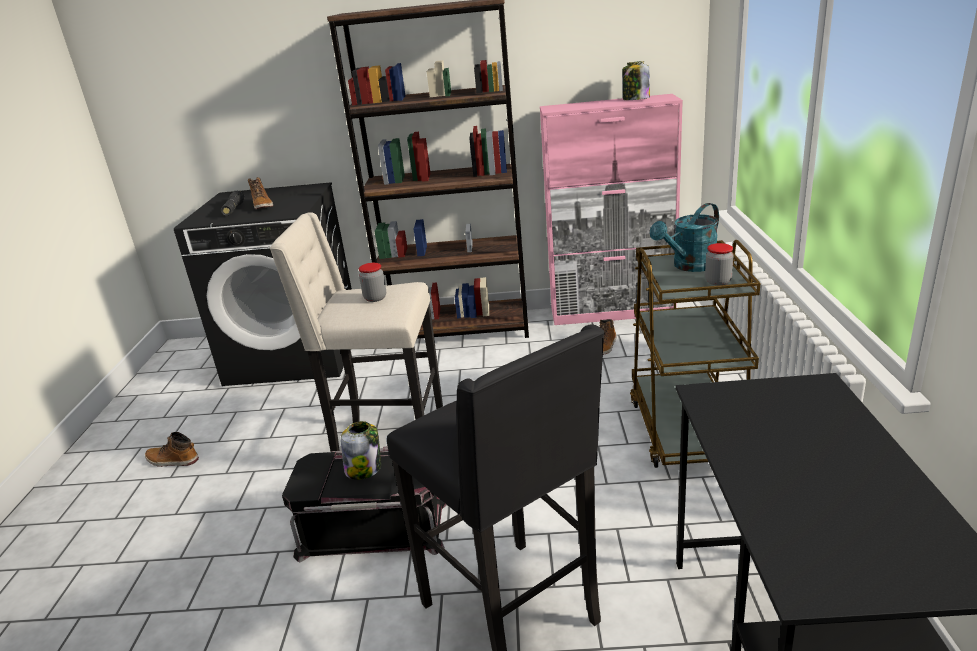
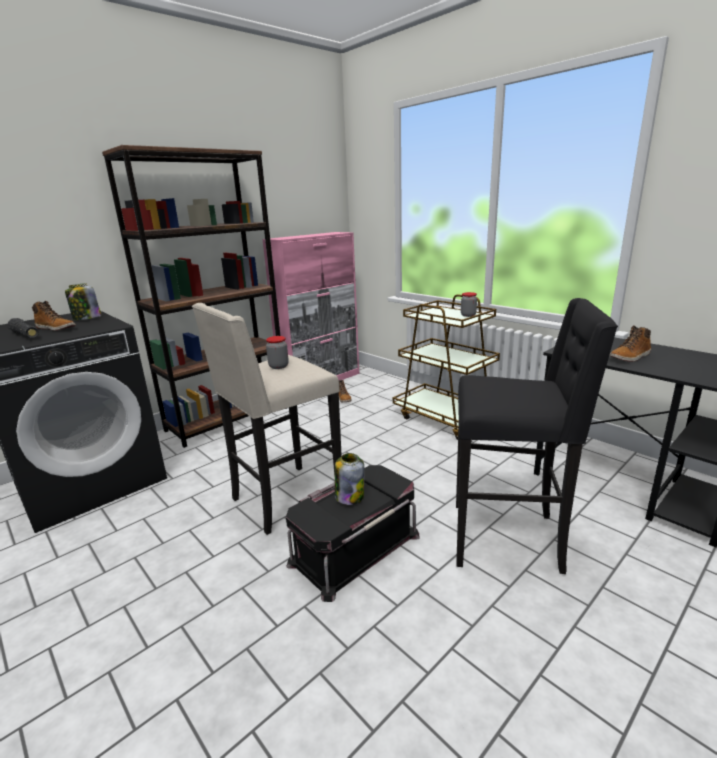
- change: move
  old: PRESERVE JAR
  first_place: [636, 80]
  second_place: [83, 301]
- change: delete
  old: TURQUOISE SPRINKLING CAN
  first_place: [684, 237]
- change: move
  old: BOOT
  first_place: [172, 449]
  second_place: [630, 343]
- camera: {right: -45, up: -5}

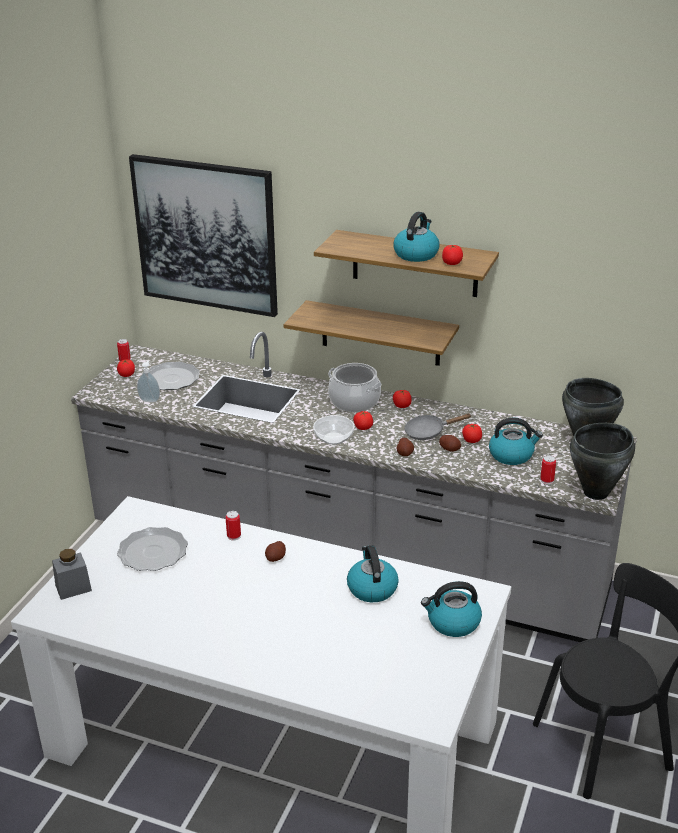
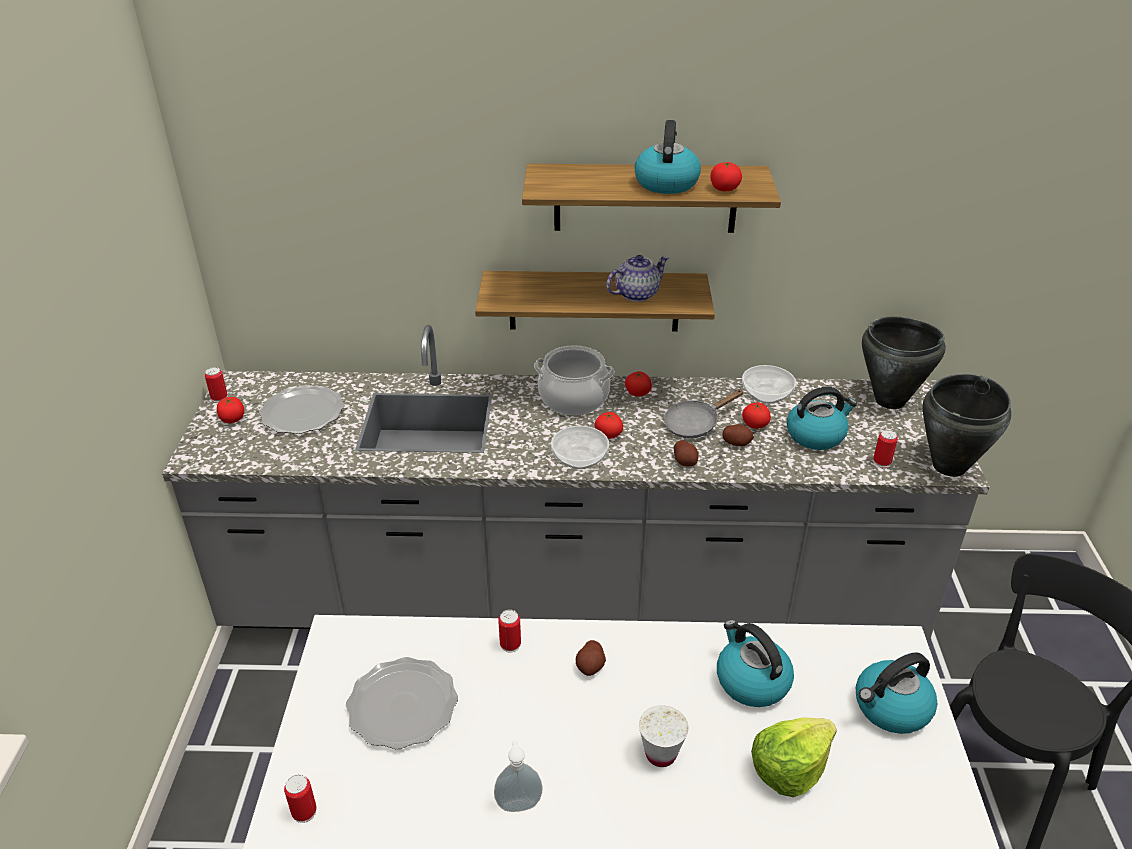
- change: delete
  old: WALL ART
  first_place: [203, 235]
- change: move
  old: SOAP BOTTLE
  first_place: [148, 381]
  second_place: [518, 776]
- change: replace
  old: GREYISH PRESERVE JAR
  new: SEALED CAN
  first_place: [72, 574]
  second_place: [300, 798]
- change: insert
  new: POT FOR TEA
  second_place: [637, 278]
- change: insert
  new: SERVING BOWL
  second_place: [769, 384]
- change: insert
  new: WHITE DRINKING CUP
  second_place: [663, 736]
- change: insert
  new: LETTUCE HEAD
  second_place: [794, 757]
- camera: {right: -20, up: 5}

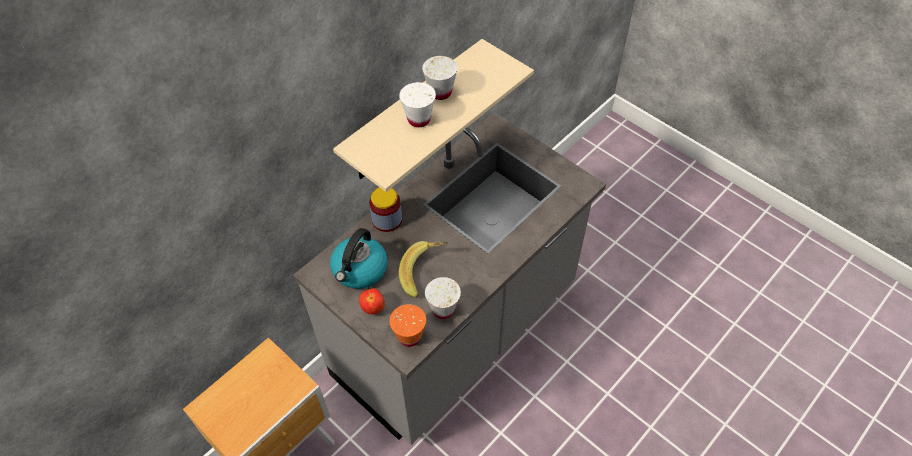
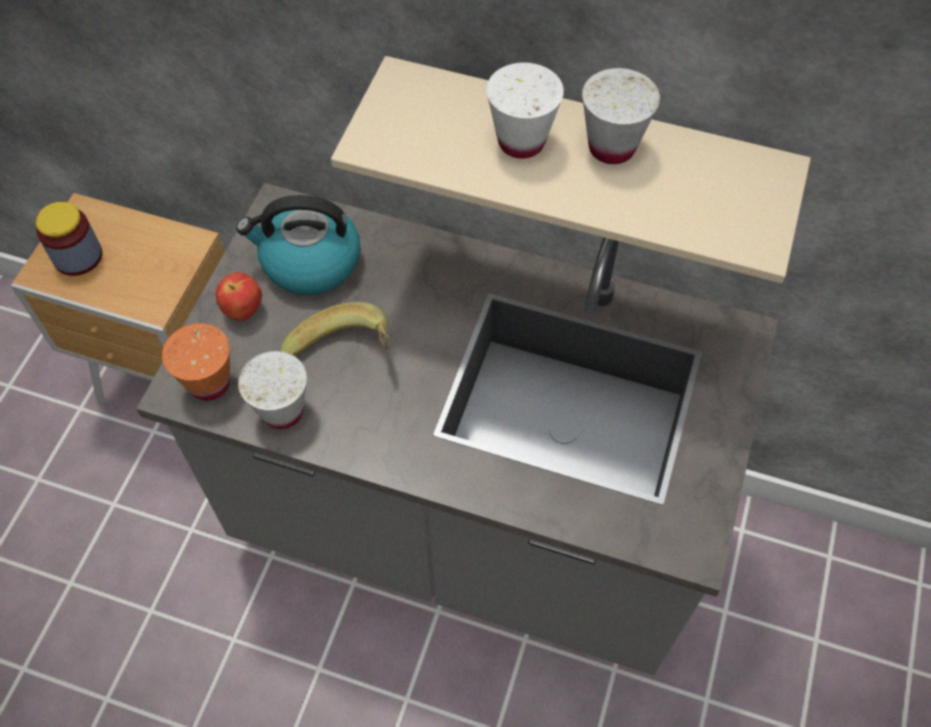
- change: move
  old: PRESERVE JAR
  first_place: [385, 209]
  second_place: [69, 239]
- camera: {right: 65, up: 5}

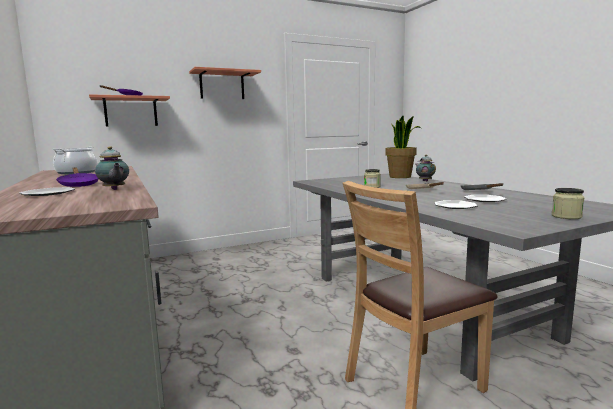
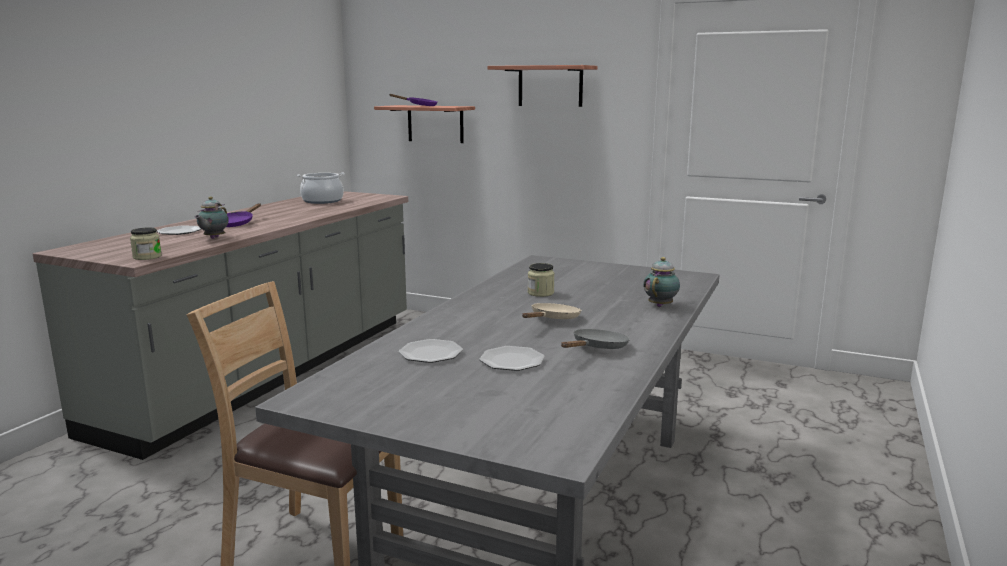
- change: delete
  old: HOUSEPLANT
  first_place: [403, 146]
- change: move
  old: PRESERVE JAR
  first_place: [568, 203]
  second_place: [146, 244]
- camera: {right: 50, up: 5}

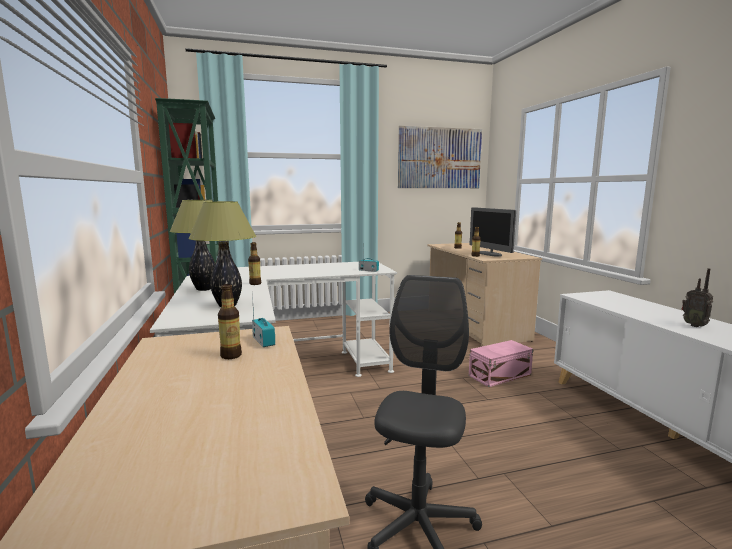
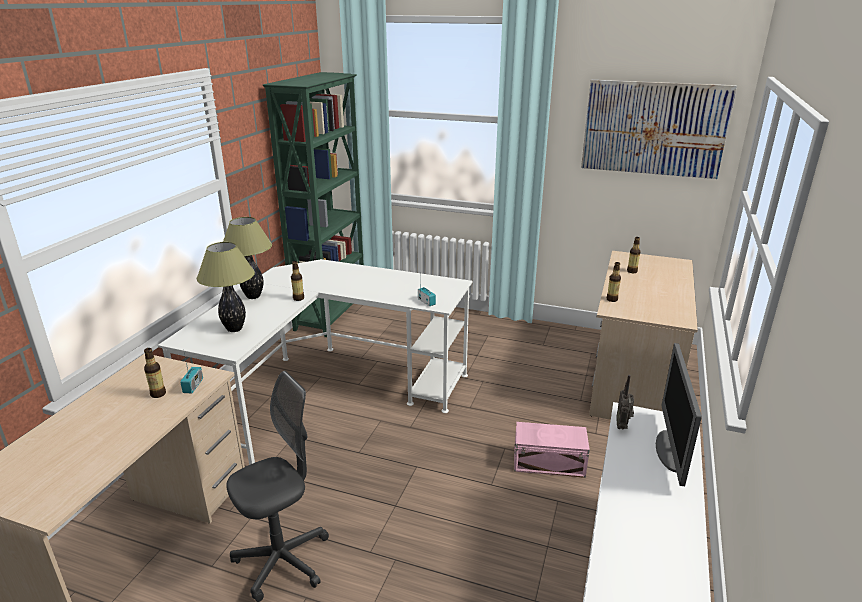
- change: move
  old: COMPUTER DISPLAY
  first_place: [492, 232]
  second_place: [679, 414]
- change: move
  old: RADIO
  first_place: [697, 297]
  second_place: [625, 402]
- camera: {right: 35, up: 15}

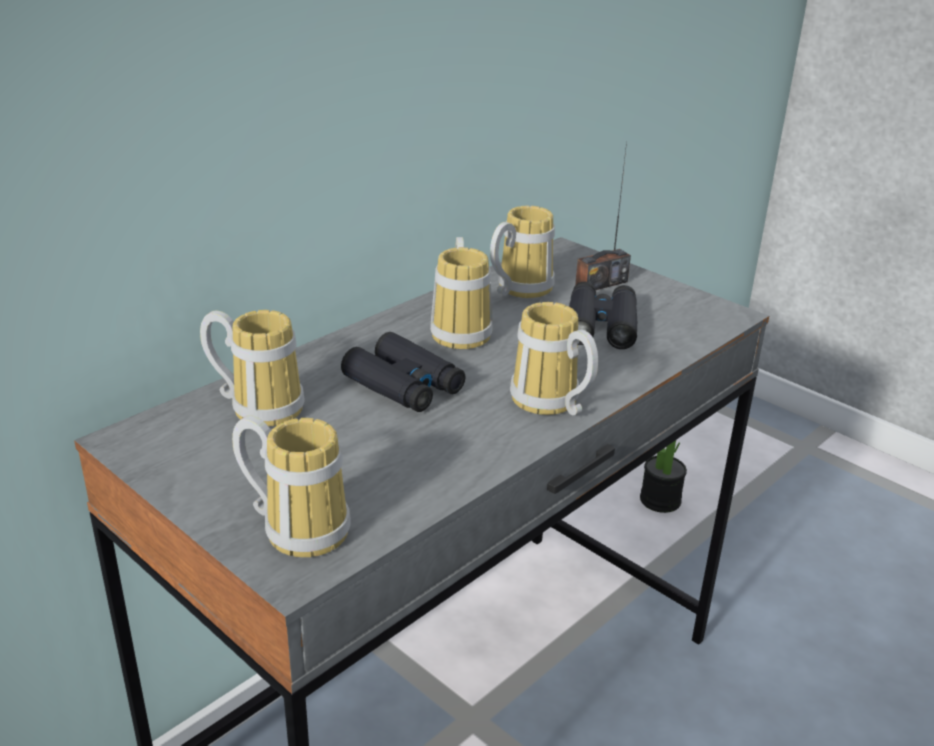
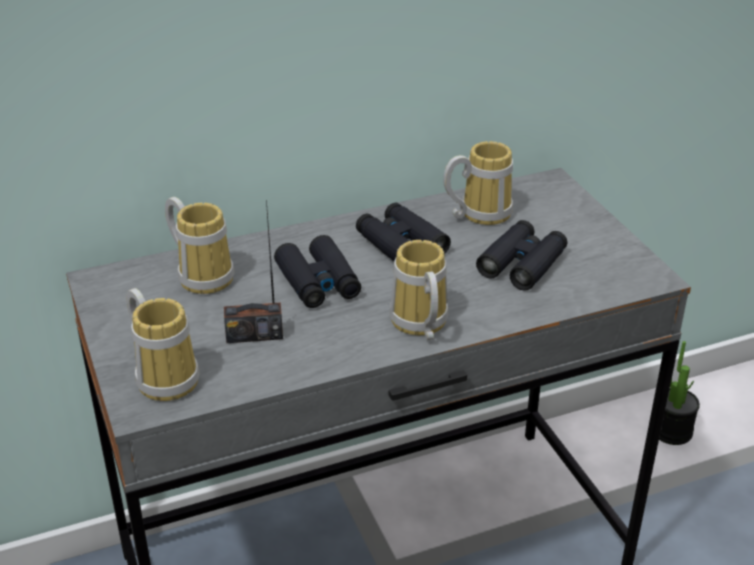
- change: move
  old: RADIO
  first_place: [603, 215]
  second_place: [253, 271]
- change: replace
  old: TEA MUG
  new: BLACKISH PAIR OF BINOCULARS
  first_place: [461, 293]
  second_place: [403, 232]
- camera: {right: 25, up: 5}

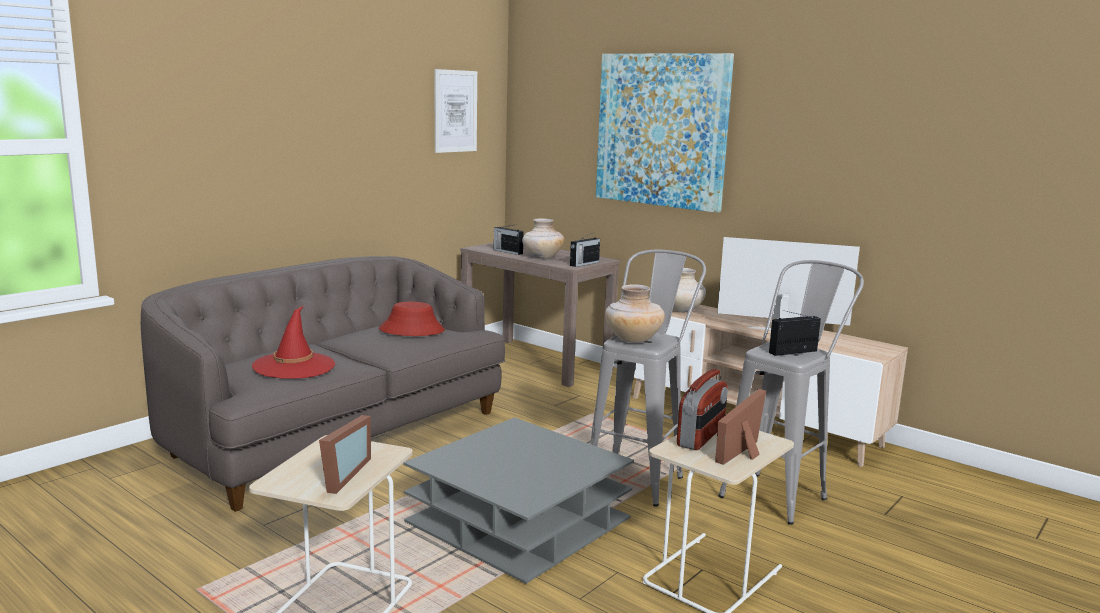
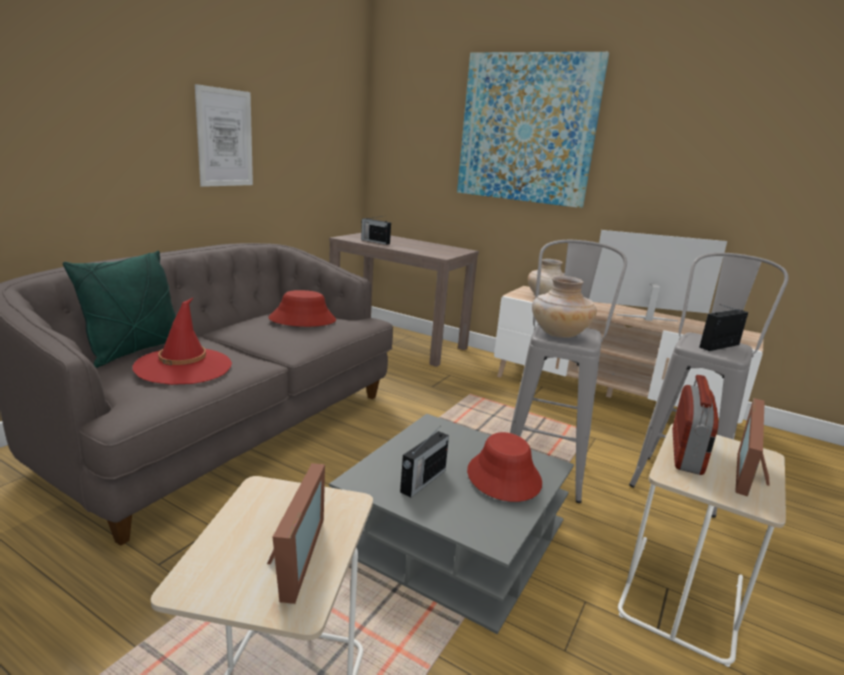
- change: move
  old: WALL ART
  first_place: [455, 111]
  second_place: [224, 135]
- change: delete
  old: SAND-COLOURED VASE
  first_place: [543, 238]
- change: move
  old: RADIO
  first_place: [585, 250]
  second_place: [424, 463]
- change: insert
  new: GREEN-COLOURED THROW PILLOW
  second_place: [119, 309]
- change: insert
  new: REDDISH HAT
  second_place: [504, 467]
- camera: {right: -10, up: 5}

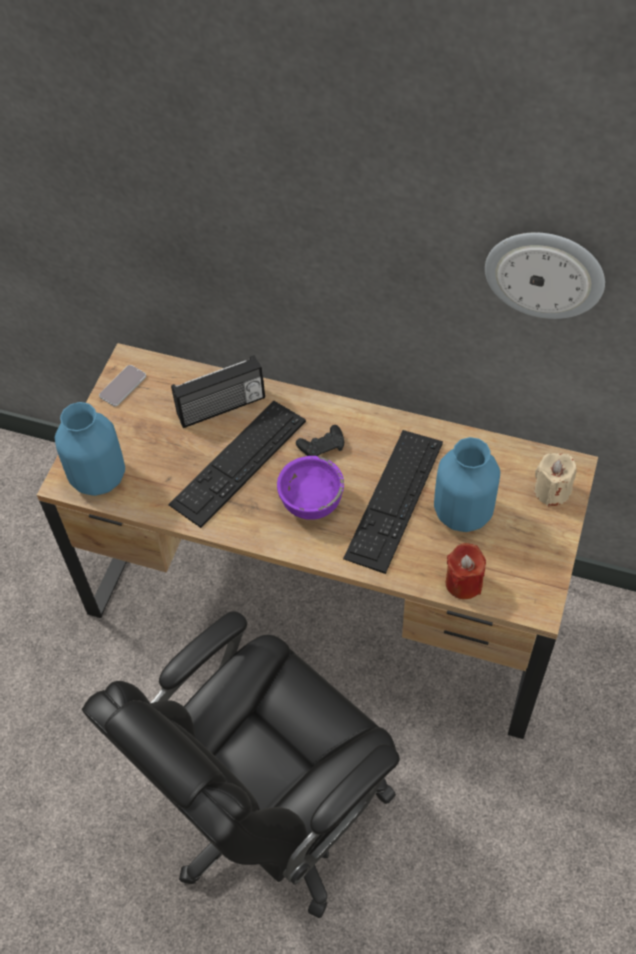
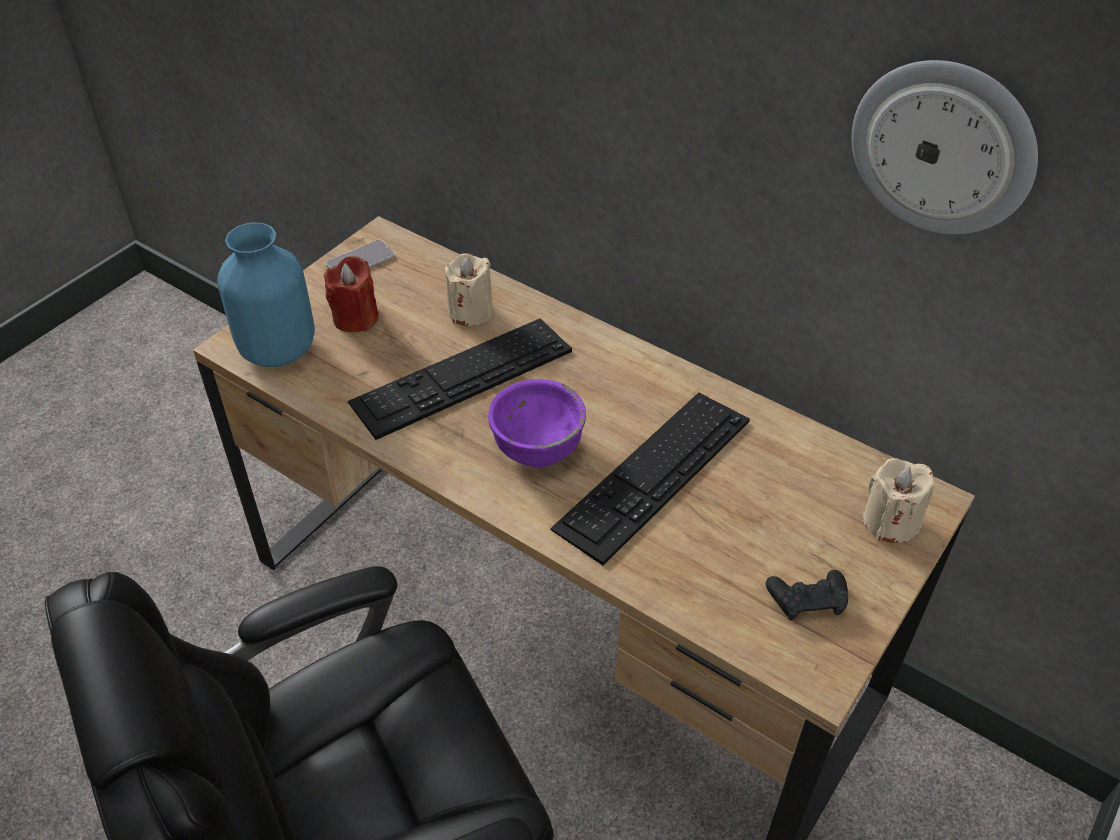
- change: replace
  old: RADIO
  new: SAND-COLOURED WAX LIGHT
  first_place: [218, 391]
  second_place: [469, 289]
- change: move
  old: BLACKISH JOYPAD
  first_place: [320, 440]
  second_place: [807, 595]
- change: delete
  old: BLUE VASE
  first_place: [467, 484]
- change: move
  old: REDDISH WAX LIGHT
  first_place: [466, 571]
  second_place: [351, 294]
- camera: {right: 15, up: -10}

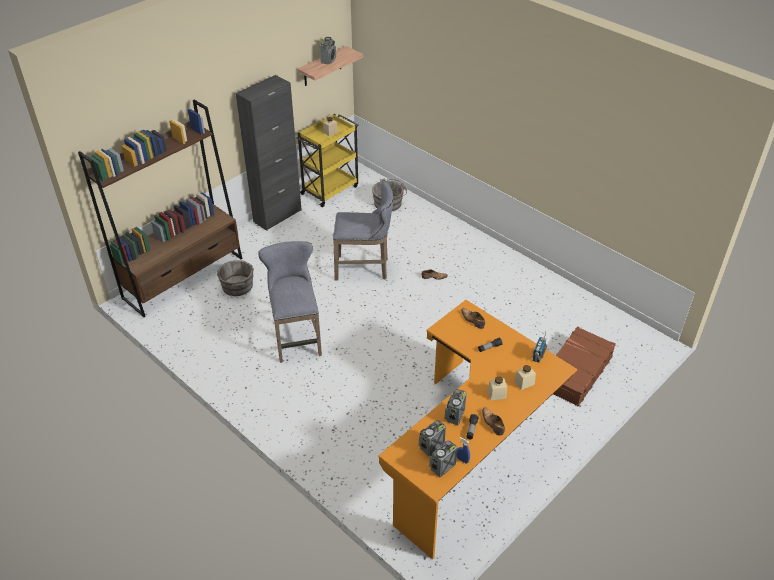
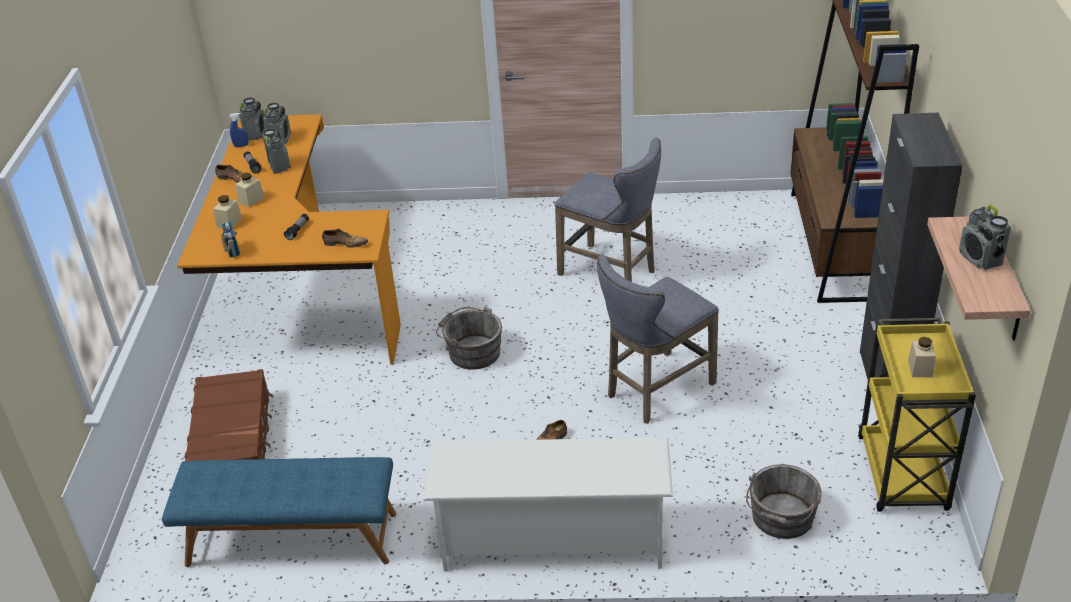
- change: move
  old: GREYISH PAIL
  first_place: [235, 278]
  second_place: [469, 338]
- change: insert
  new: WHITE SHOE STAND
  second_place: [548, 504]
- change: insert
  new: BLUE LONG SEAT
  second_place: [279, 512]
- camera: {right: 140, up: -5}

